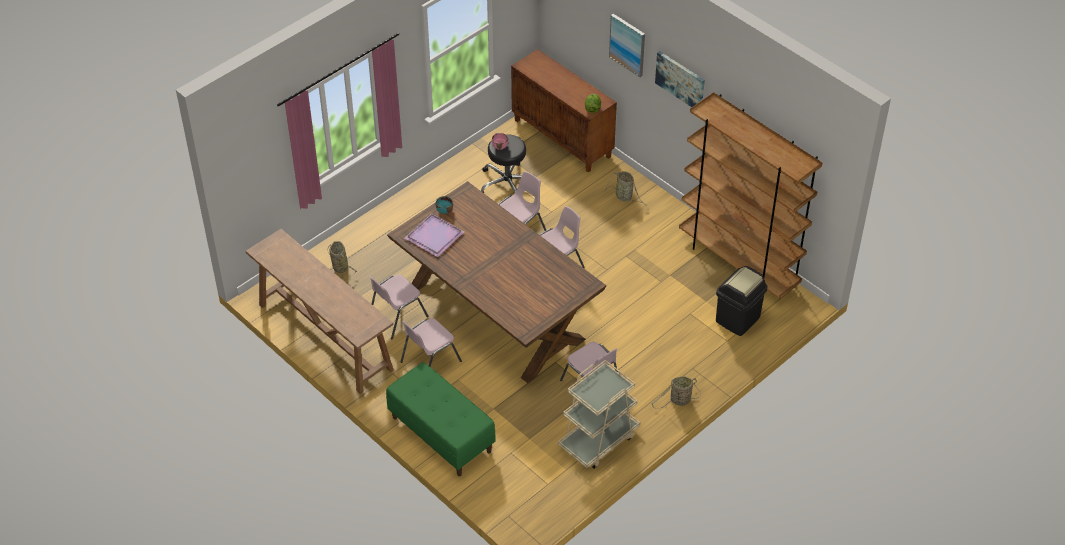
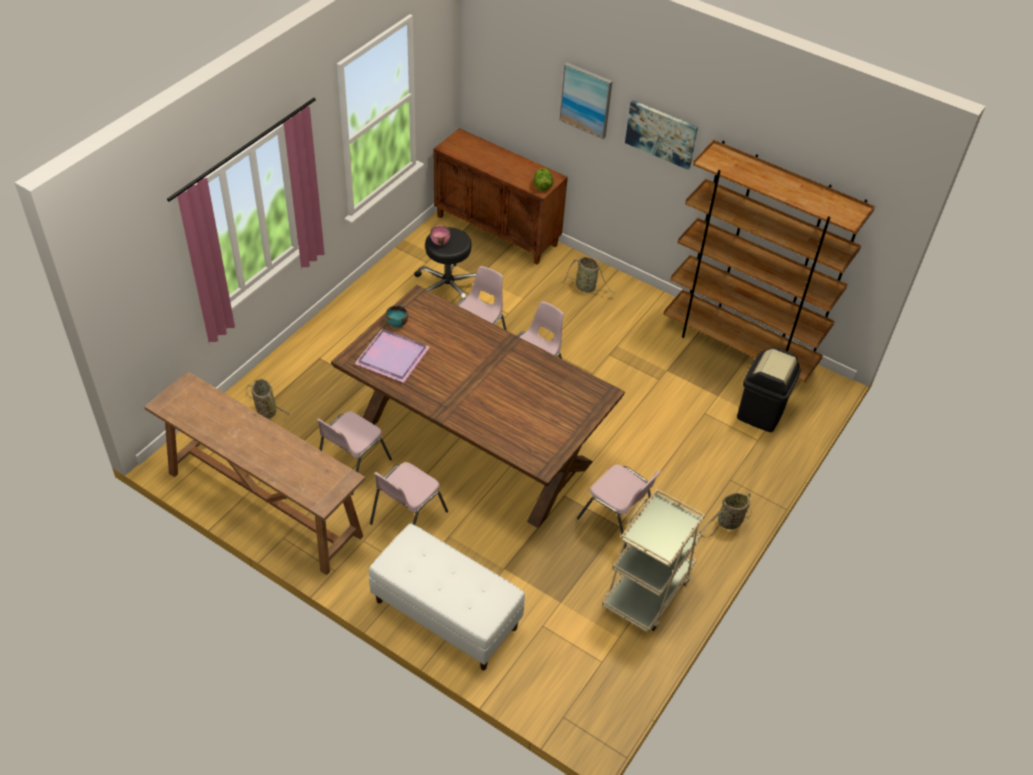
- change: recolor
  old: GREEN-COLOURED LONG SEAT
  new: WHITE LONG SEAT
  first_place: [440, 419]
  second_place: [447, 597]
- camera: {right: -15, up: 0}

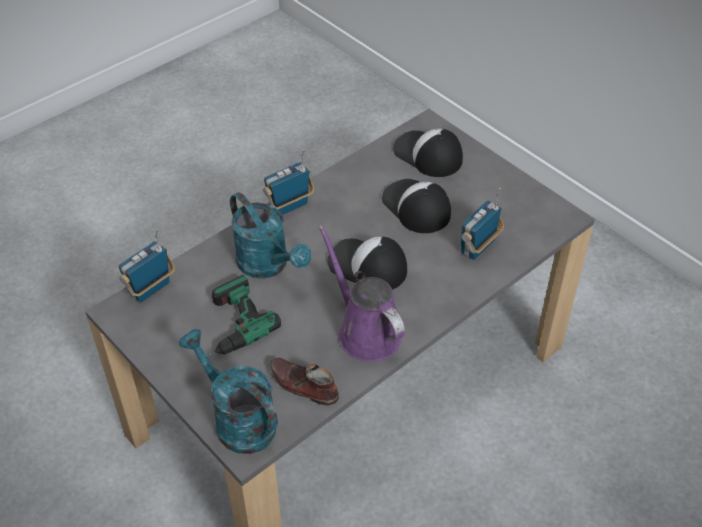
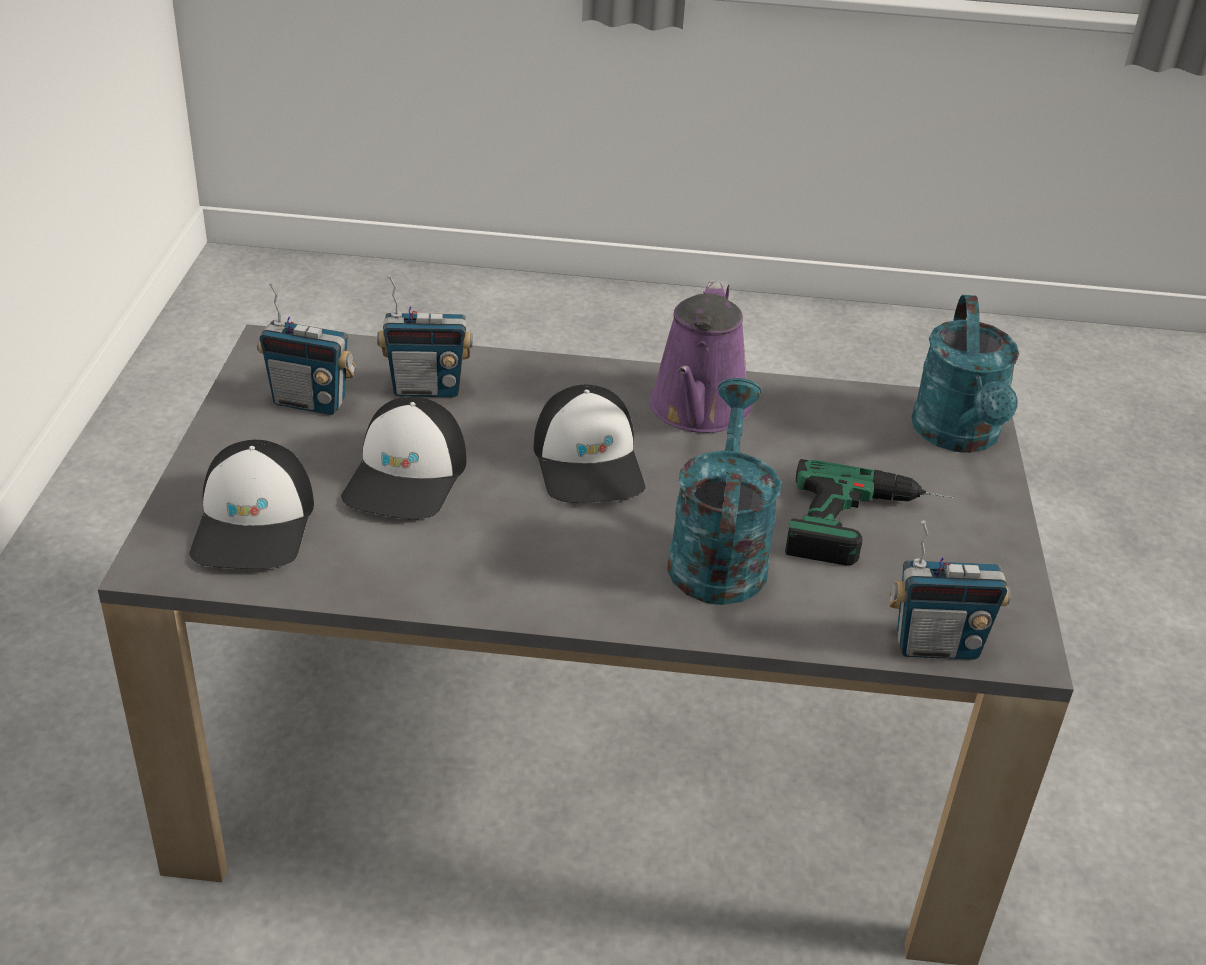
- change: move
  old: RADIO
  first_place: [288, 182]
  second_place: [306, 348]
- change: delete
  old: BROWN LOW SHOE
  first_place: [304, 382]
- camera: {right: -135, up: -10}

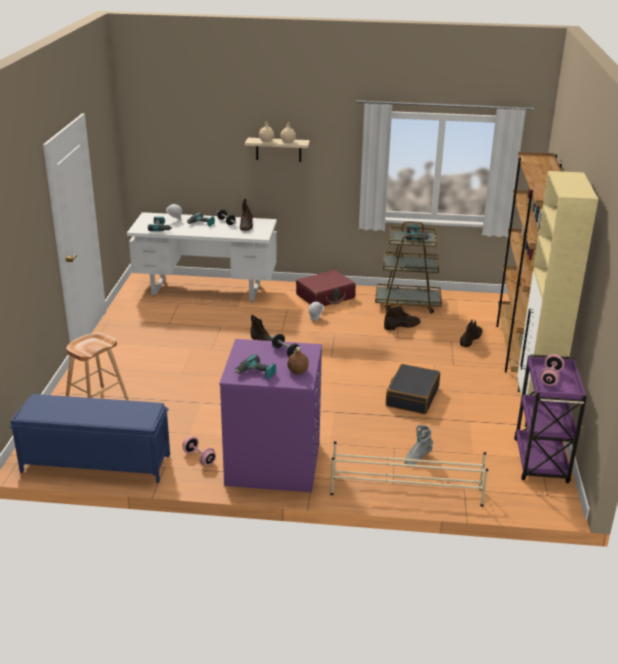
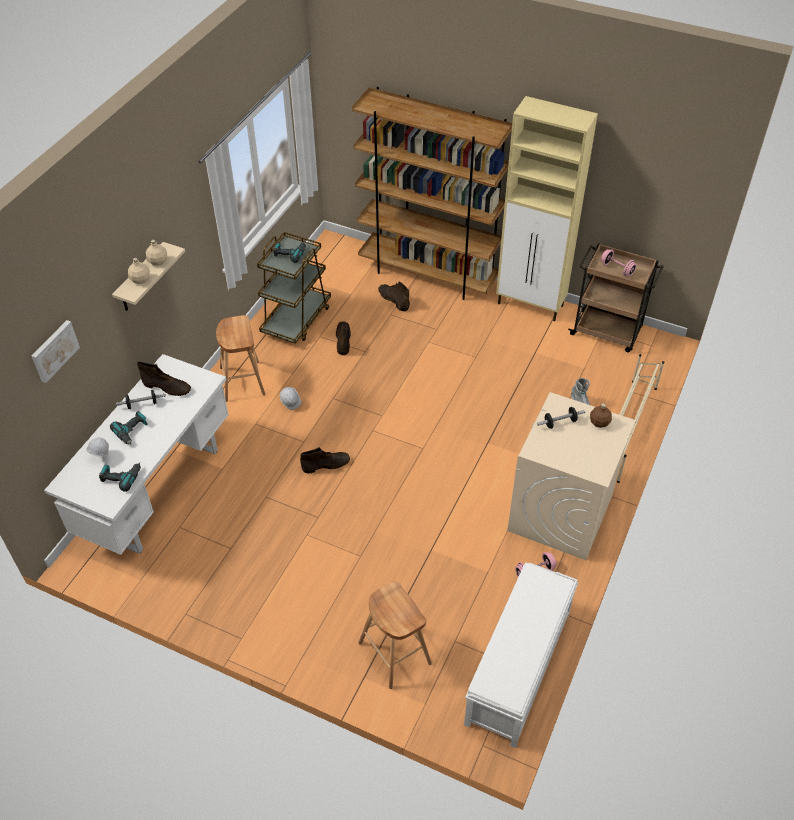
- change: replace
  old: REDDISH PIECE OF LUGGAGE
  new: BROWN SITTING STOOL
  first_place: [326, 288]
  second_place: [241, 358]
- change: recolor
  old: PURPLE WASHING MACHINE
  new: SAND-COLOURED WASHING MACHINE
  first_place: [270, 415]
  second_place: [572, 476]
- change: delete
  old: DRILL
  first_place: [255, 366]
- change: recolor
  old: PURPLE WHEELED CART
  new: BROWN WHEELED CART
  first_place: [550, 418]
  second_place: [616, 297]
- change: delete
  old: BLACKISH PIECE OF LUGGAGE
  first_place: [413, 389]
- change: recolor
  old: BLUE LONG SEAT
  new: WHITE LONG SEAT
  first_place: [90, 438]
  second_place: [521, 655]
- change: insert
  new: WALL ART
  second_place: [56, 351]
- camera: {right: -70, up: 20}

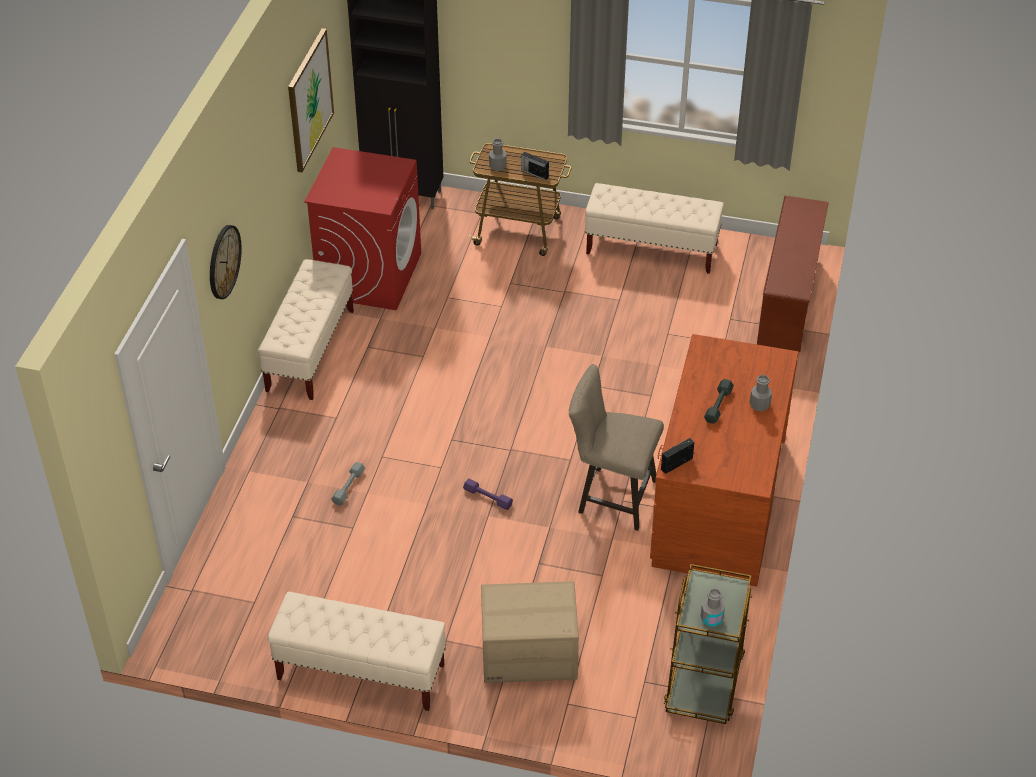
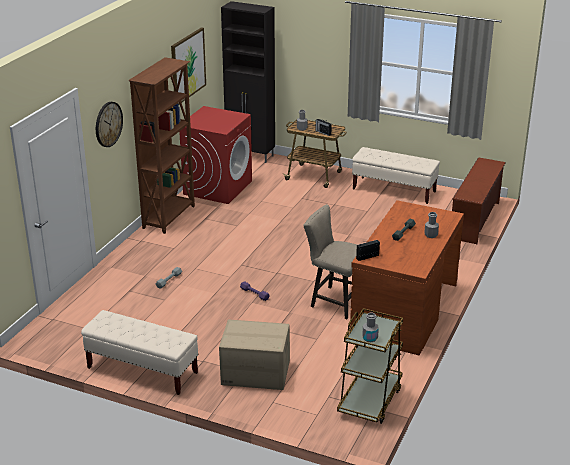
- change: replace
  old: SAND-COLOURED LONG SEAT
  new: BROWN SHELVING UNIT
  first_place: [306, 329]
  second_place: [161, 145]
- camera: {right: 10, up: -15}

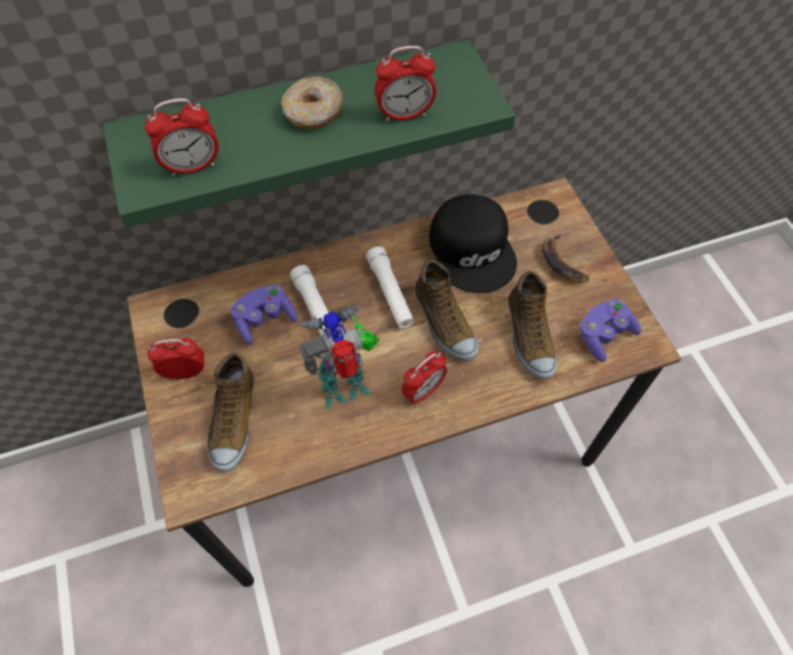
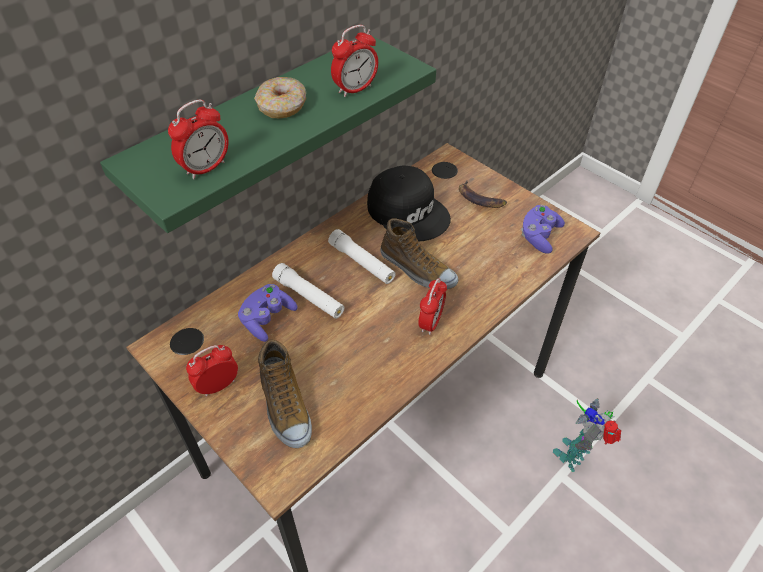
- change: delete
  old: LOW SHOE
  first_place: [532, 325]
- change: move
  old: ROBOT FIGURE
  first_place: [338, 355]
  second_place: [587, 435]
- camera: {right: -25, up: -10}

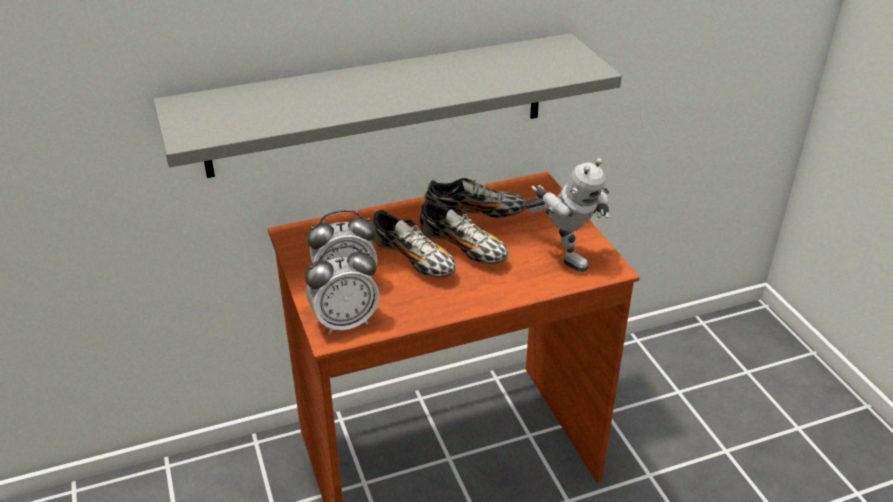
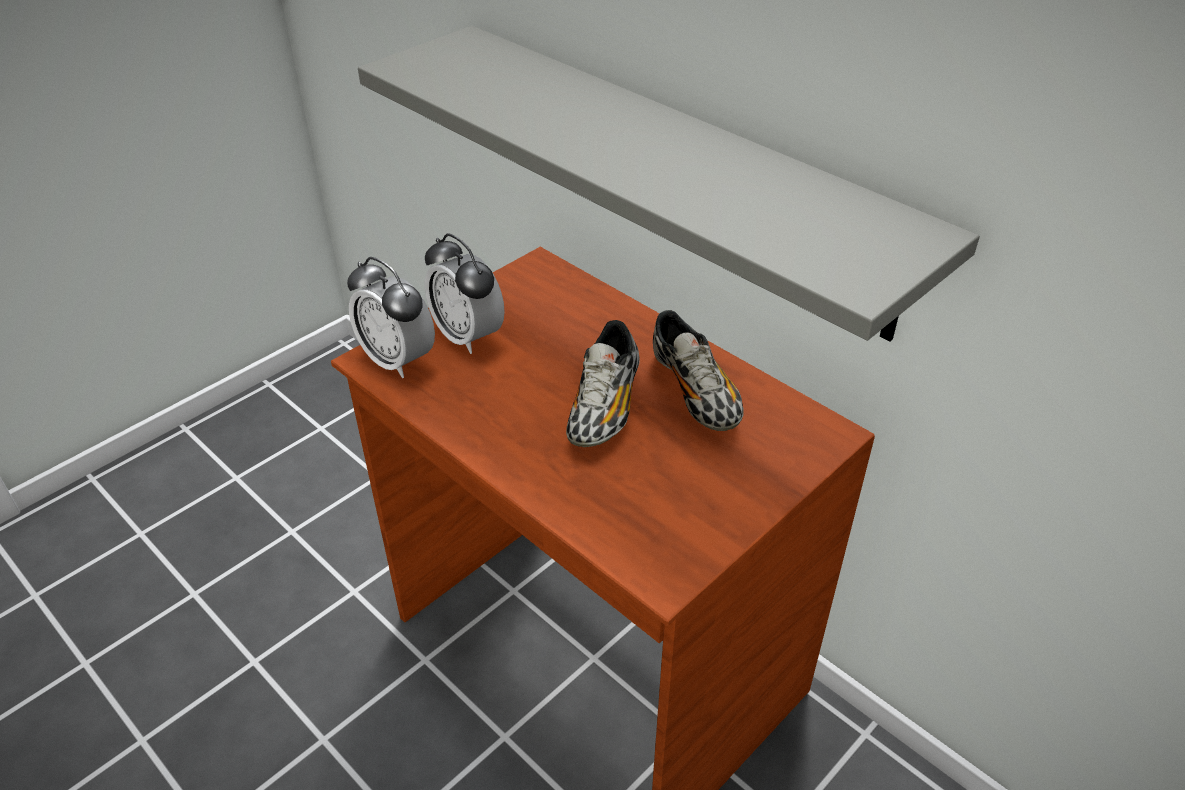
- change: delete
  old: ROBOT FIGURE
  first_place: [566, 215]
- change: delete
  old: LOW SHOE
  first_place: [414, 244]
- camera: {right: 65, up: 5}

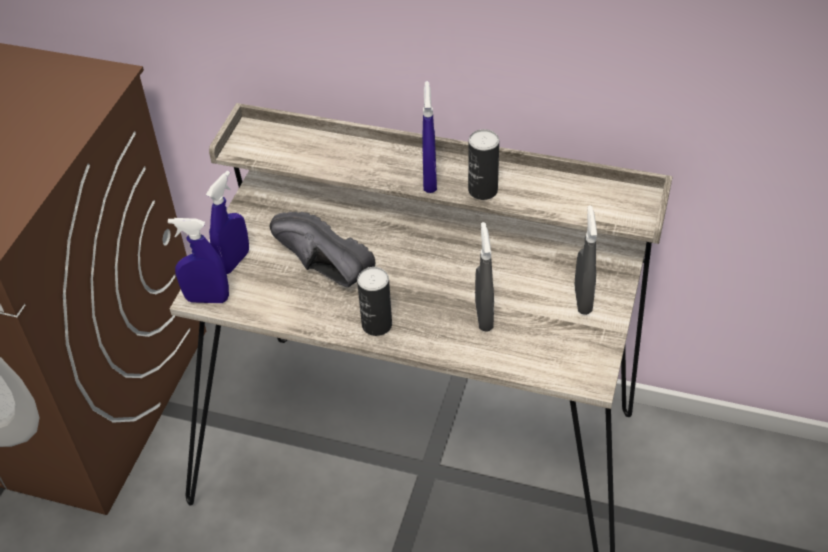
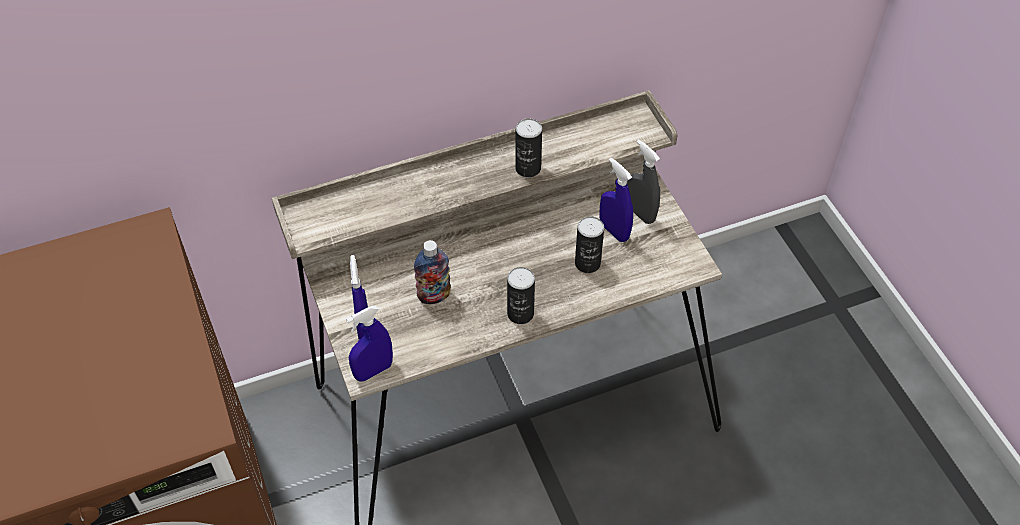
- change: move
  old: BLUE SPRAY BOTTLE
  first_place: [429, 137]
  second_place: [616, 200]
- change: replace
  old: BLACKISH LOW SHOE
  new: DRINK BOTTLE
  first_place: [322, 249]
  second_place: [432, 272]
- change: replace
  old: GREYISH SPRAY BOTTLE
  new: SEALED CAN
  first_place: [484, 277]
  second_place: [589, 244]
- camera: {right: -40, up: 5}

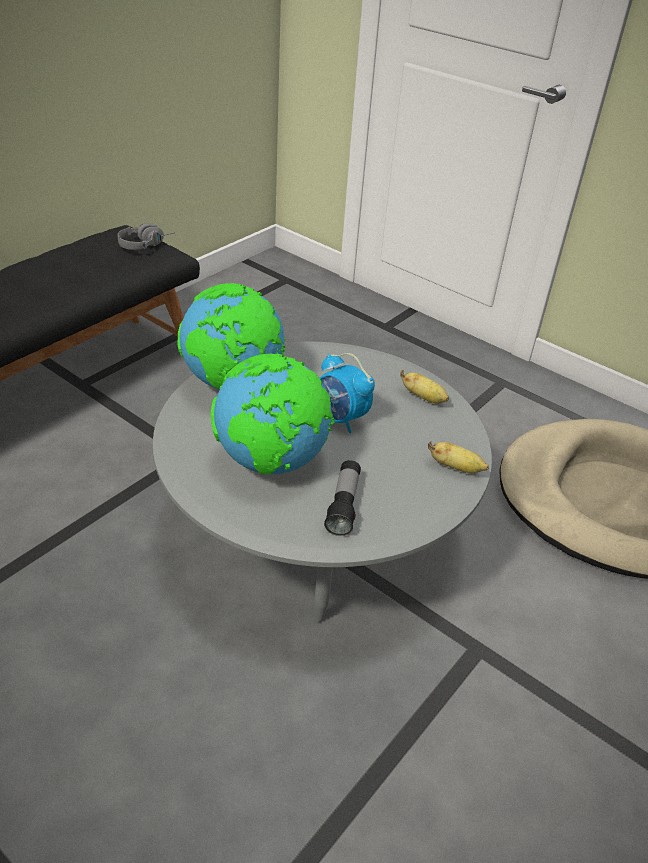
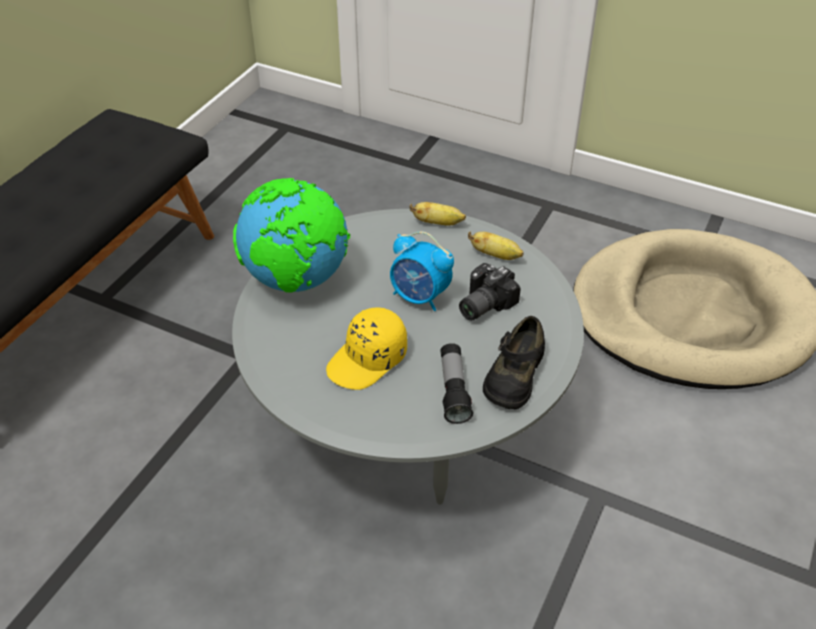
- change: delete
  old: GREYISH HEADPHONES
  first_place: [146, 236]
- change: replace
  old: GLOBE
  new: YELLOWISH CAP
  first_place: [273, 414]
  second_place: [366, 349]
- change: move
  old: BANANA
  first_place: [458, 457]
  second_place: [437, 213]
- change: insert
  new: PHOTO CAMERA
  second_place: [490, 292]
- change: insert
  new: BLACKISH LOW SHOE
  second_place: [514, 362]
- camera: {right: -10, up: 5}

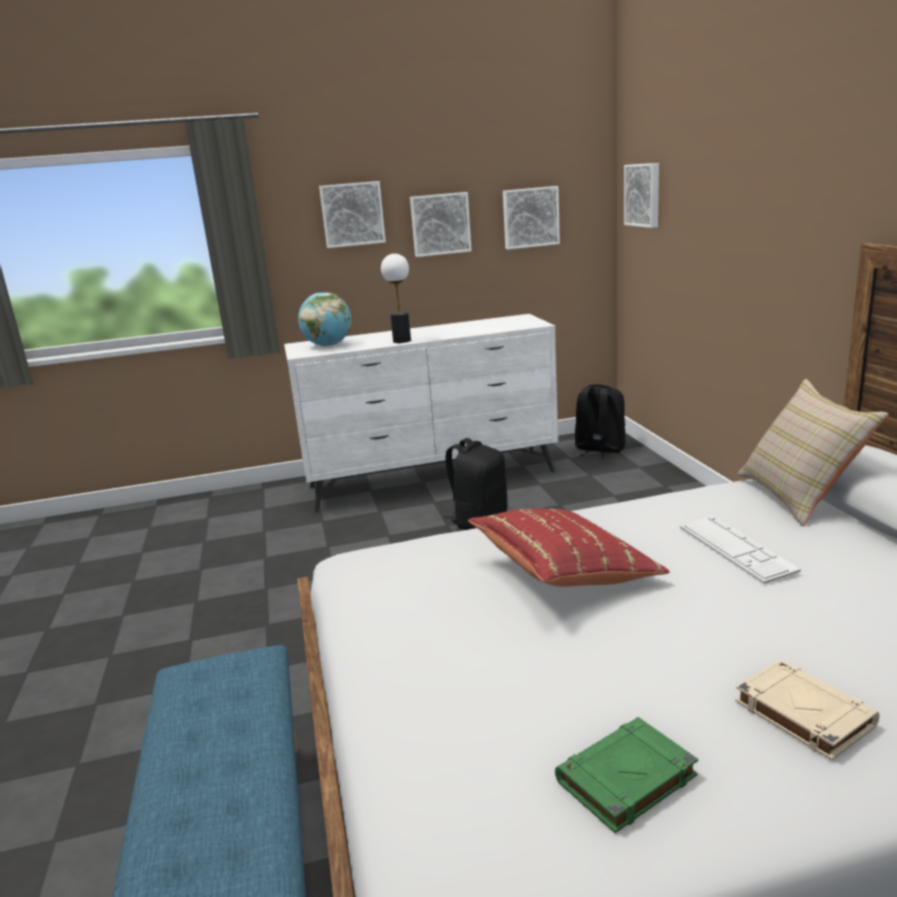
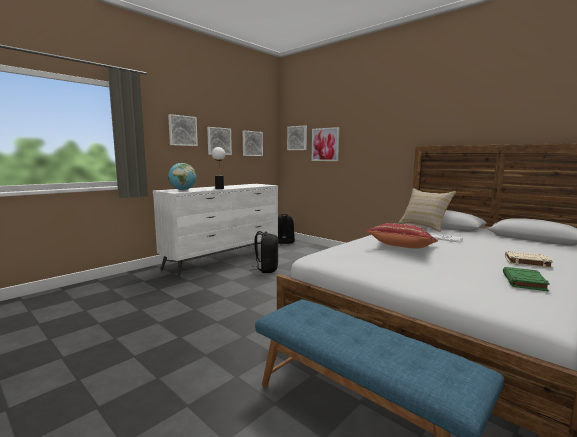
- change: insert
  new: WALL ART
  second_place: [325, 144]
- camera: {right: -35, up: -10}

